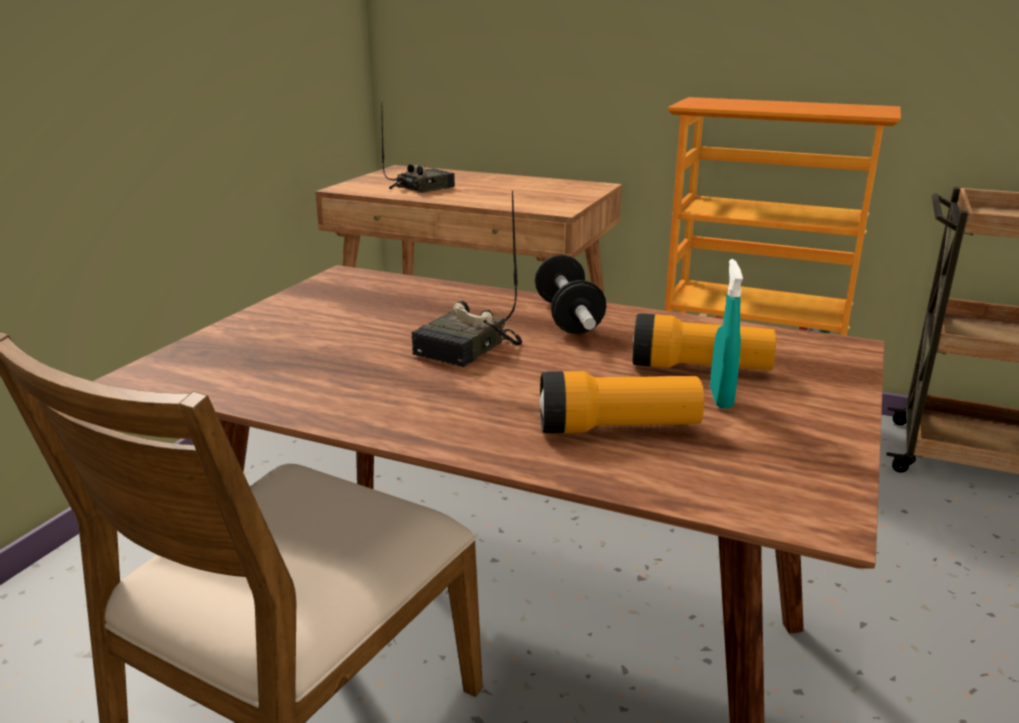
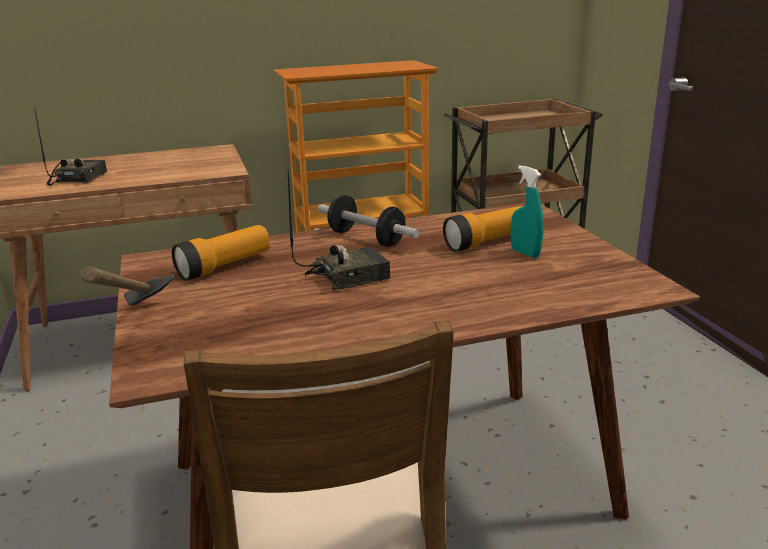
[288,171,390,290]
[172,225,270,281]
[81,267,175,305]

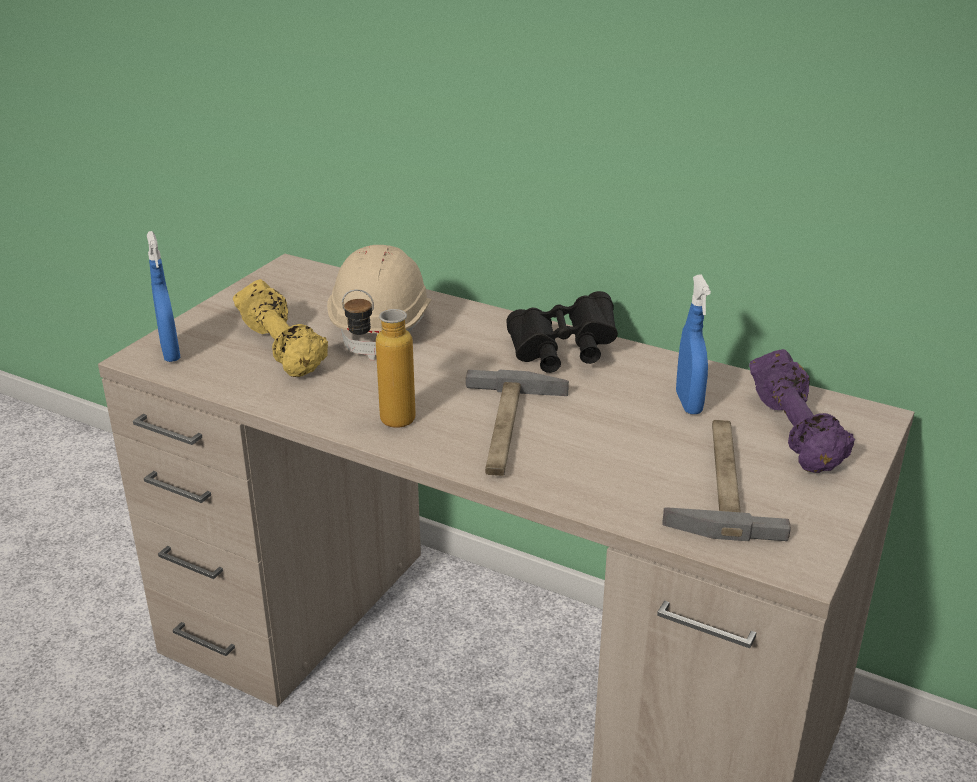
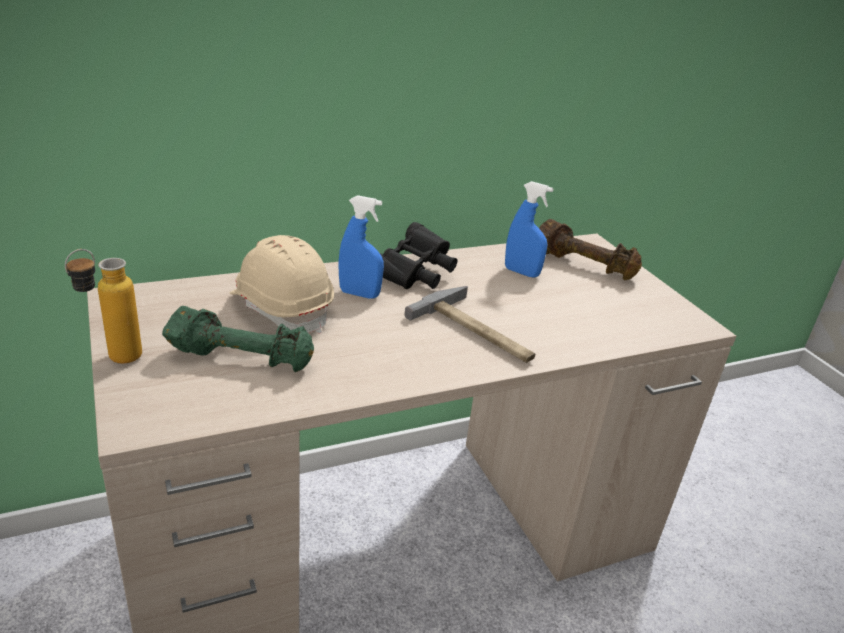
[339,195,384,298]
[162,306,314,372]
[65,249,142,364]
[539,219,642,280]
[662,420,790,541] (first image)

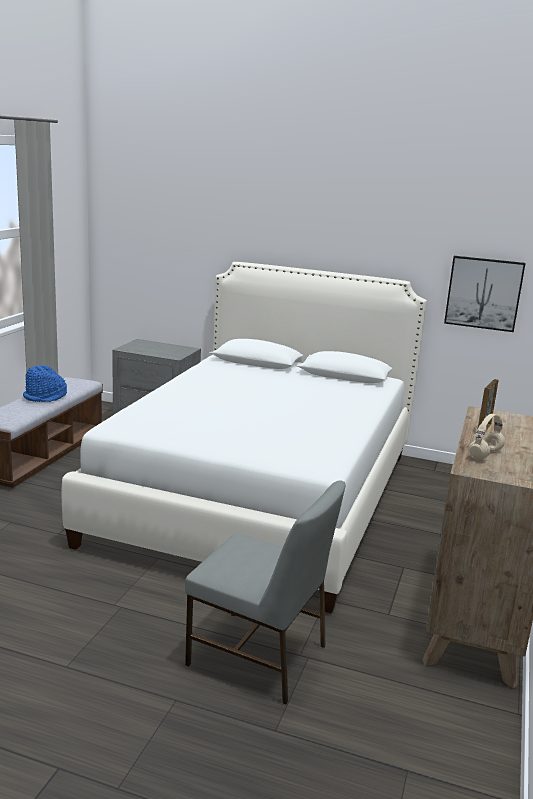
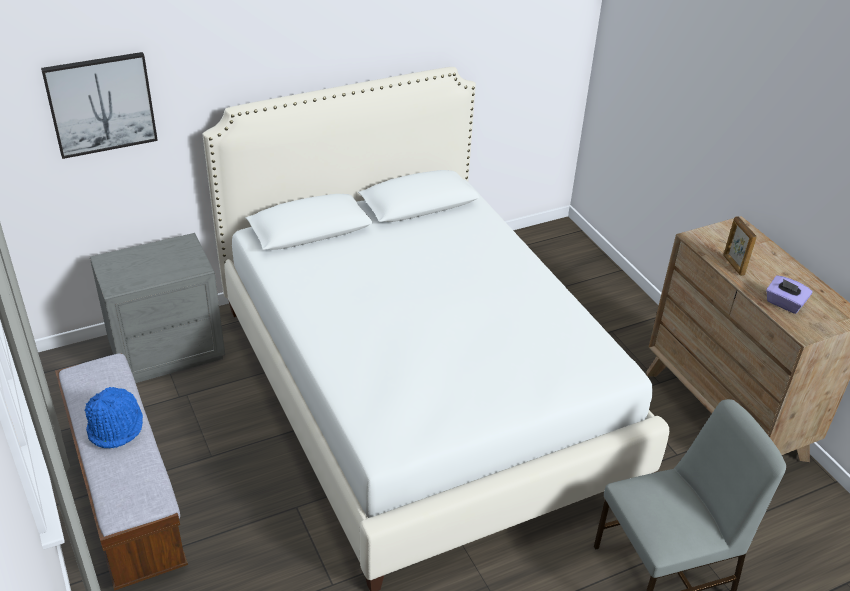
[41,52,158,159]
[766,275,813,314]

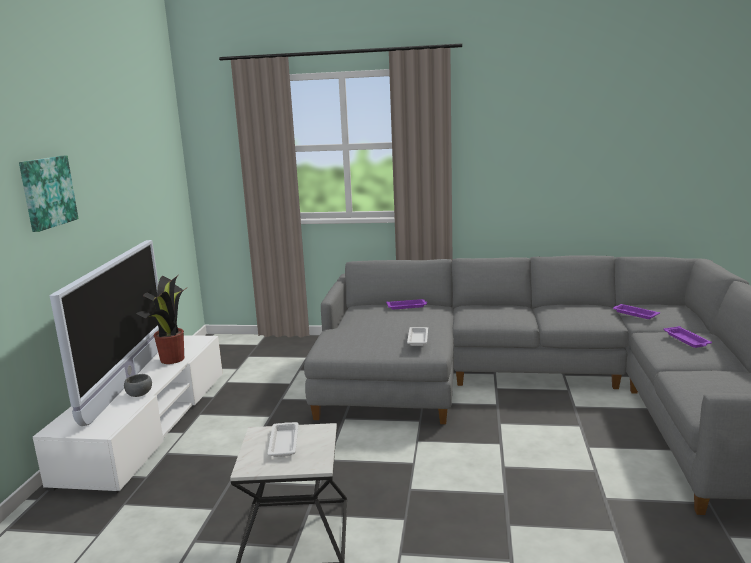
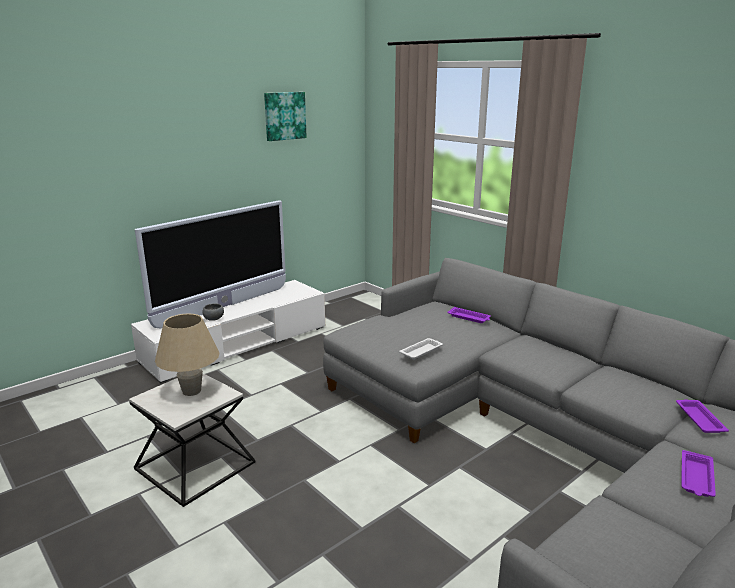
[264,92,307,141]
[136,275,188,364] (first image)
[155,313,220,396]

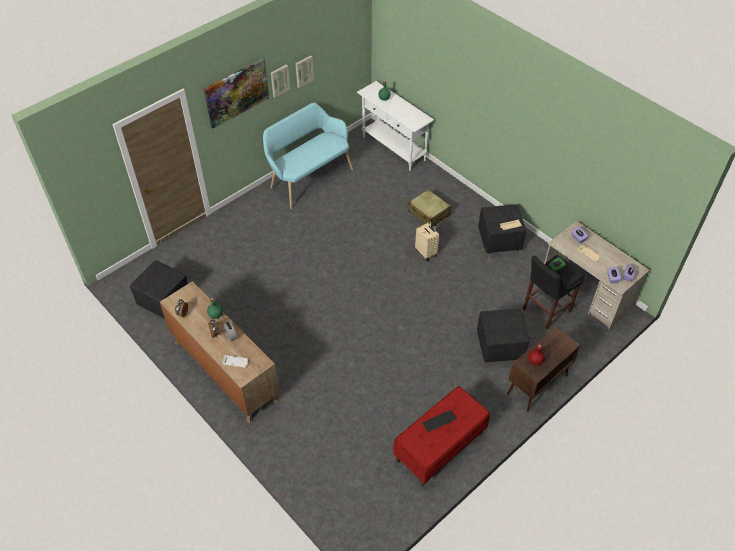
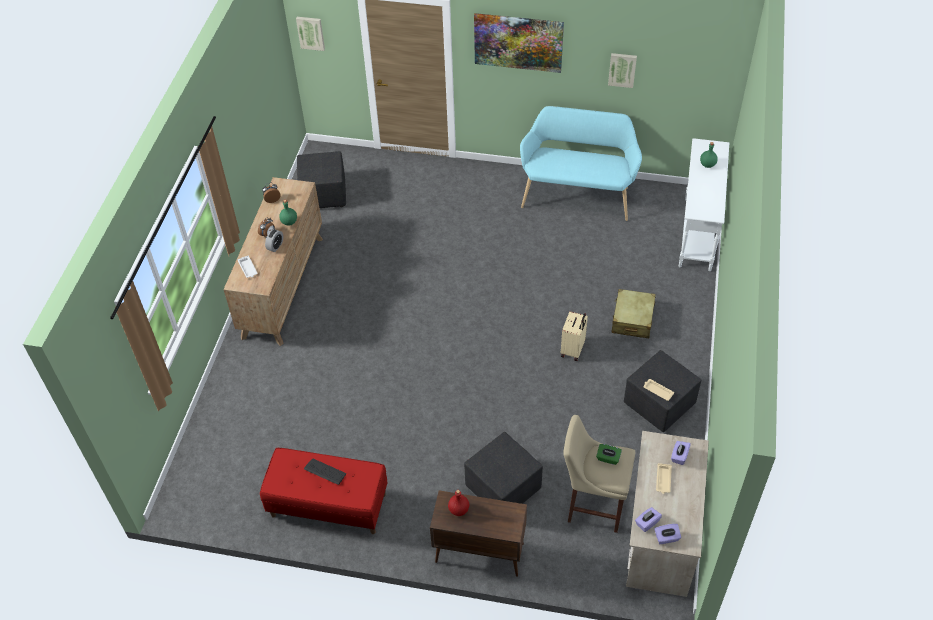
[296,17,325,51]
[563,415,635,533]

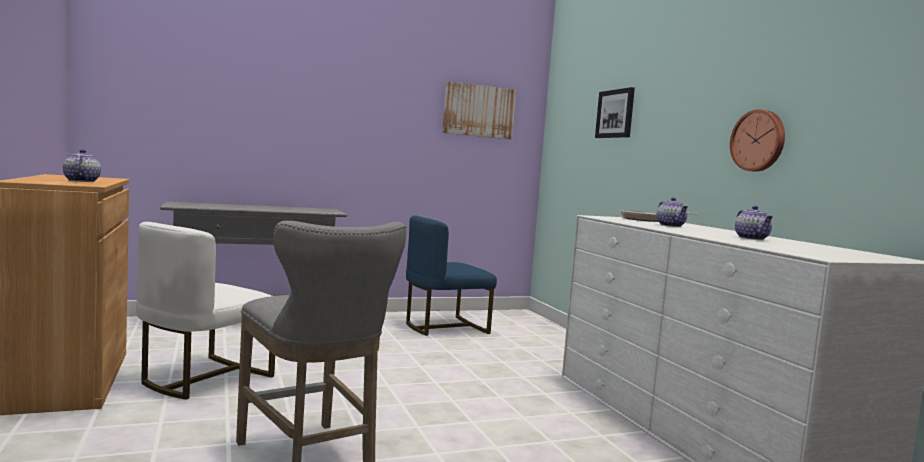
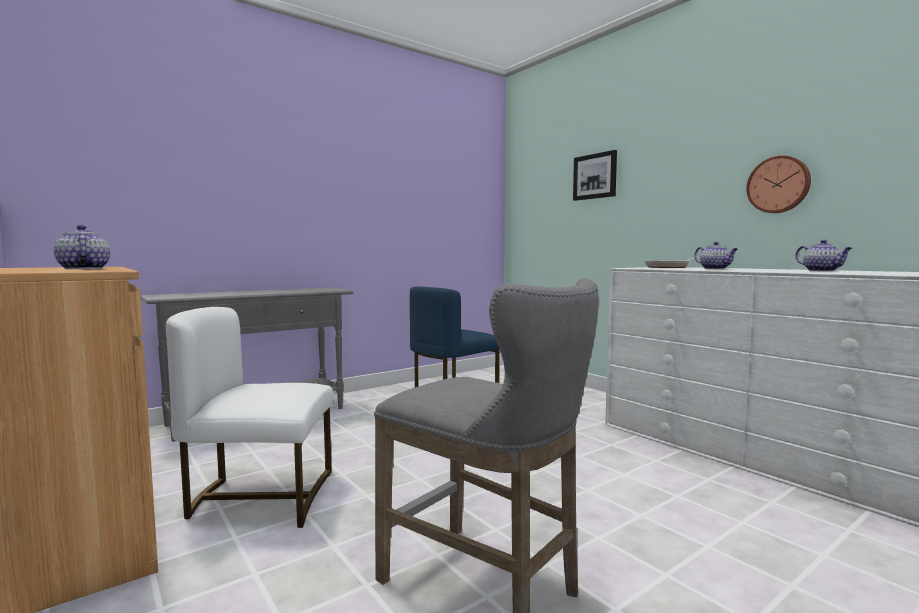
[442,81,516,139] (first image)
[166,307,333,528]

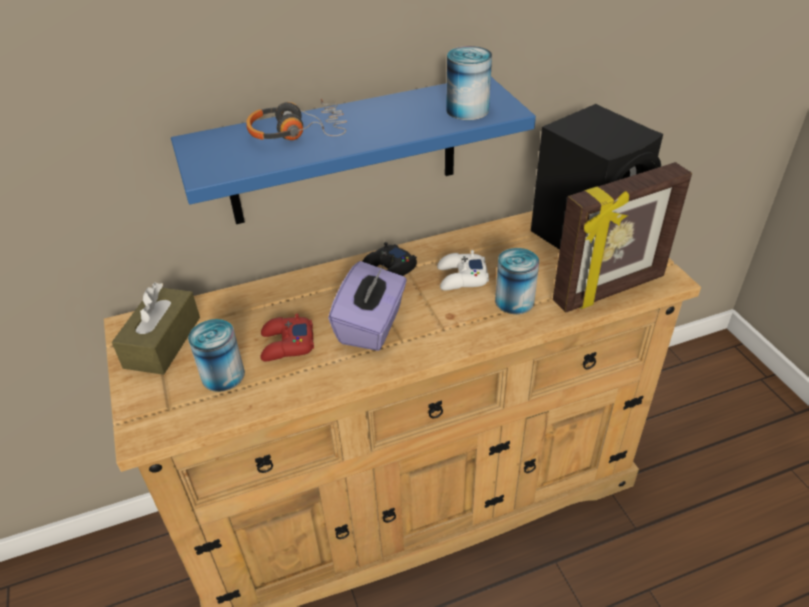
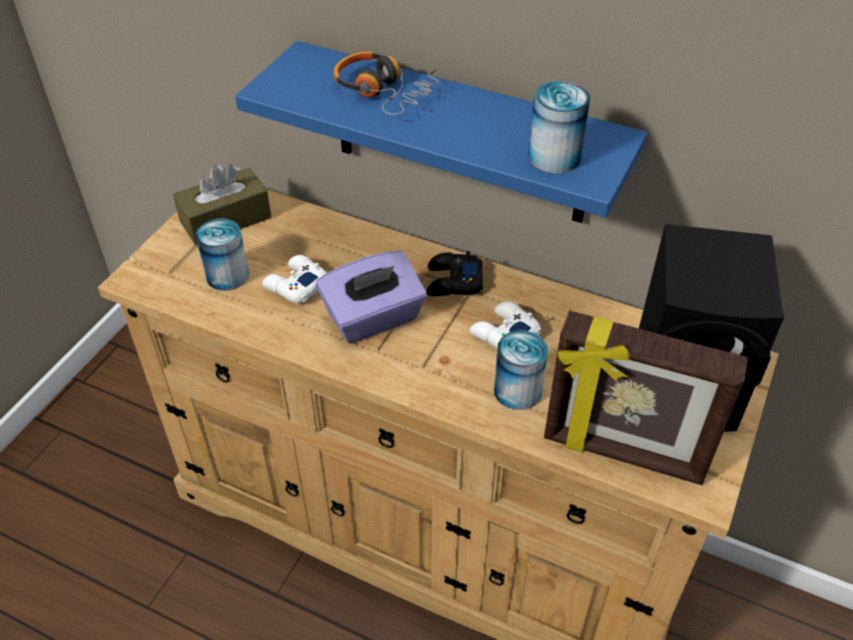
[262,255,327,304]

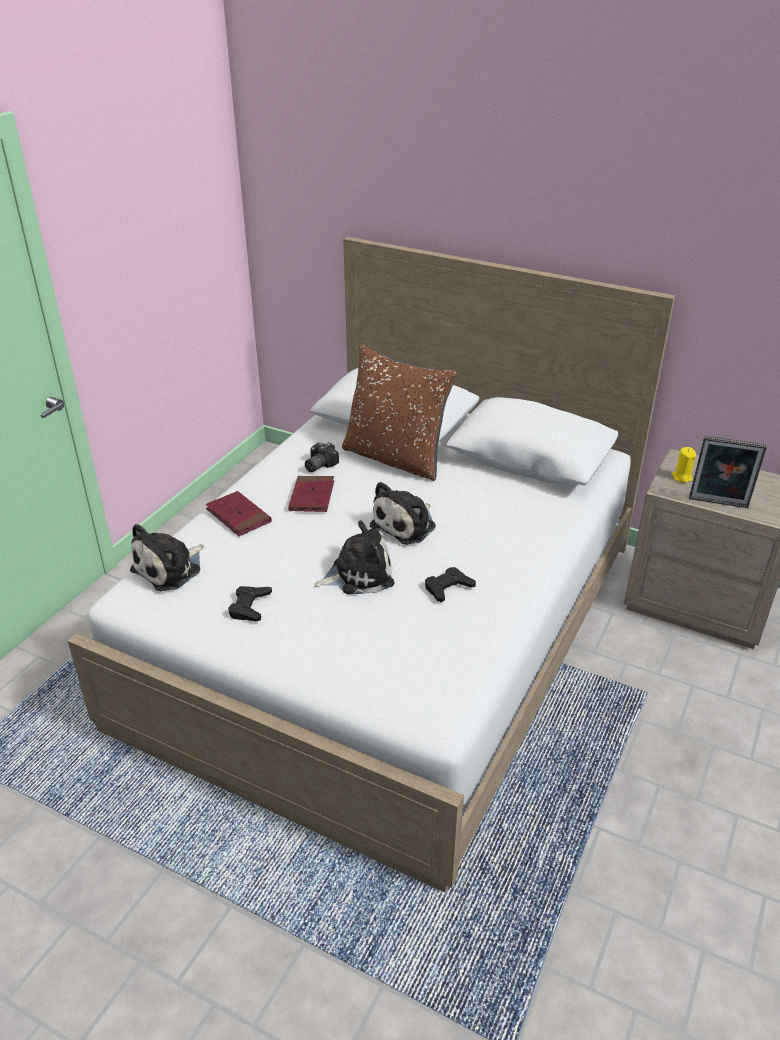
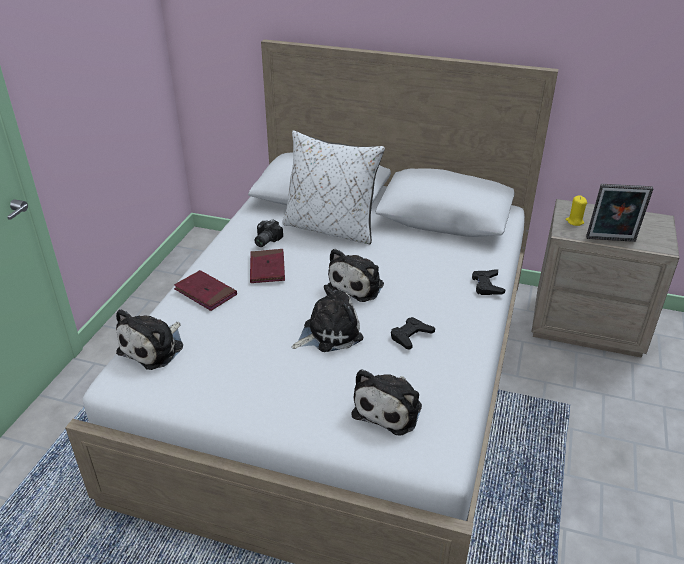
[282,130,385,244]
[472,269,505,295]
[351,369,422,436]

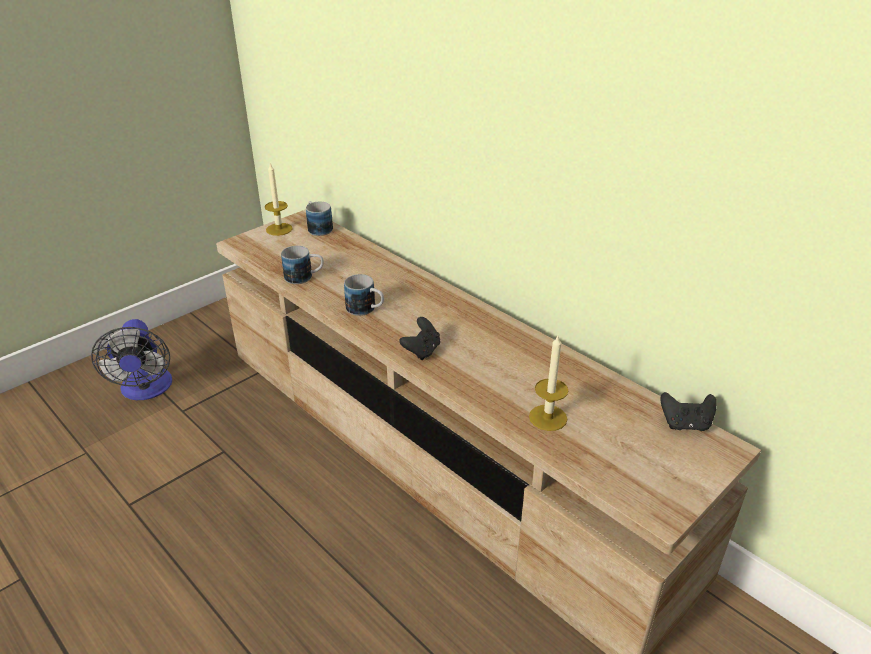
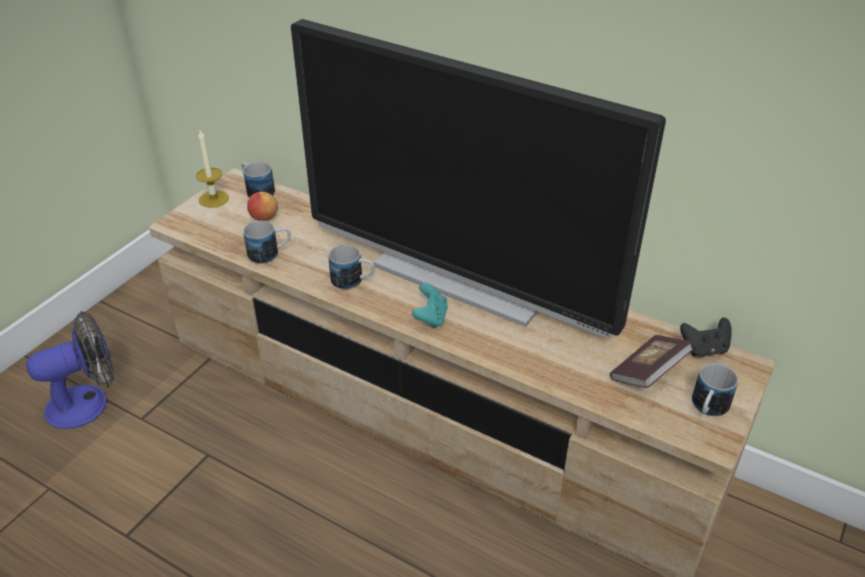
[412,283,448,328]
[26,311,114,429]
[529,336,568,431] (first image)
[291,19,666,339]
[247,192,278,221]
[610,335,693,388]
[692,363,738,416]

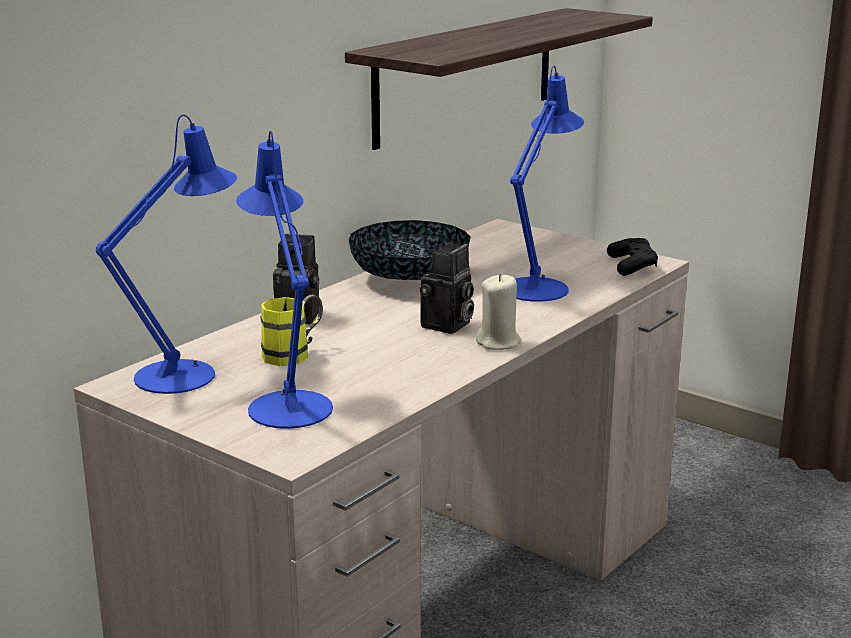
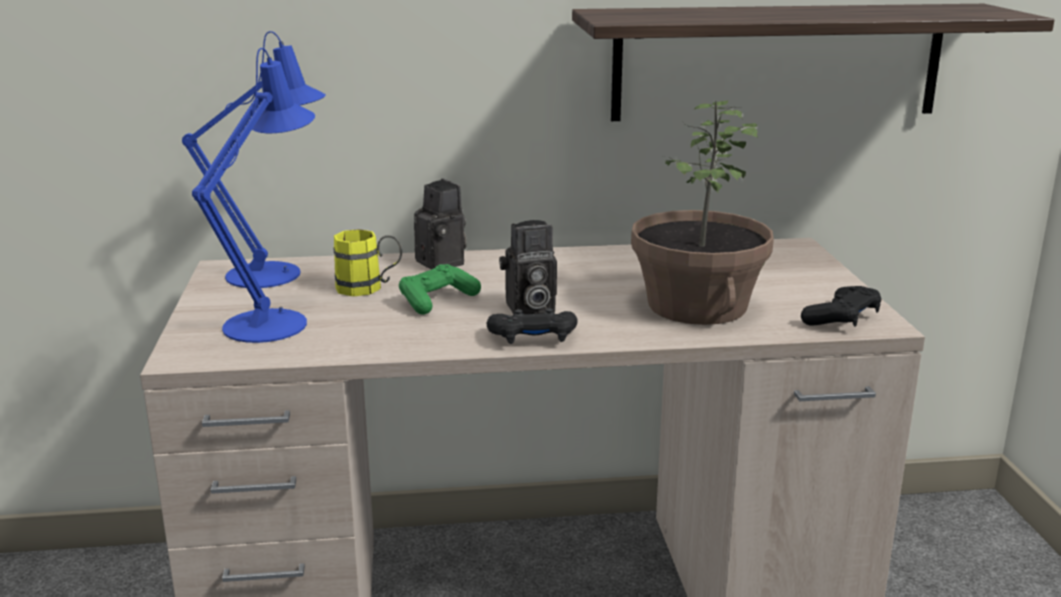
[631,100,774,325]
[349,220,471,280] (first image)
[487,308,578,344]
[399,264,481,315]

